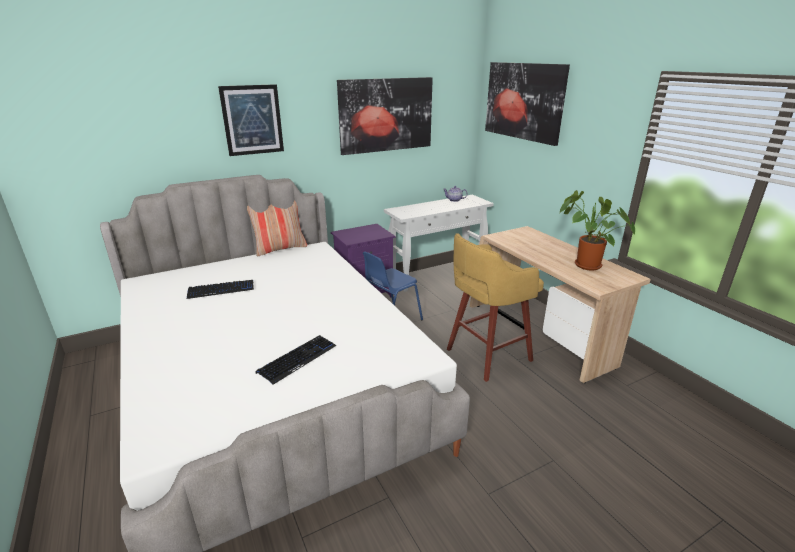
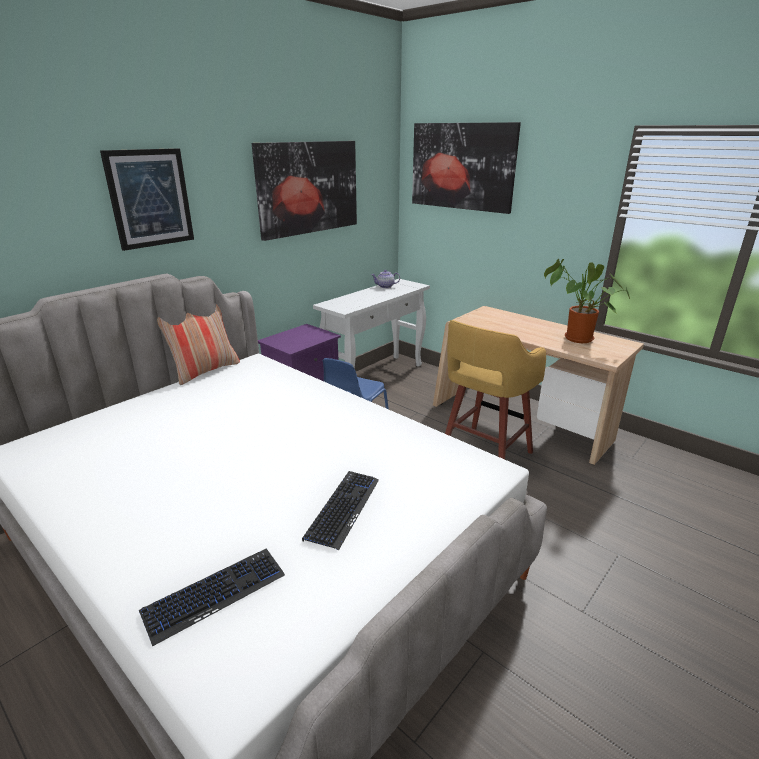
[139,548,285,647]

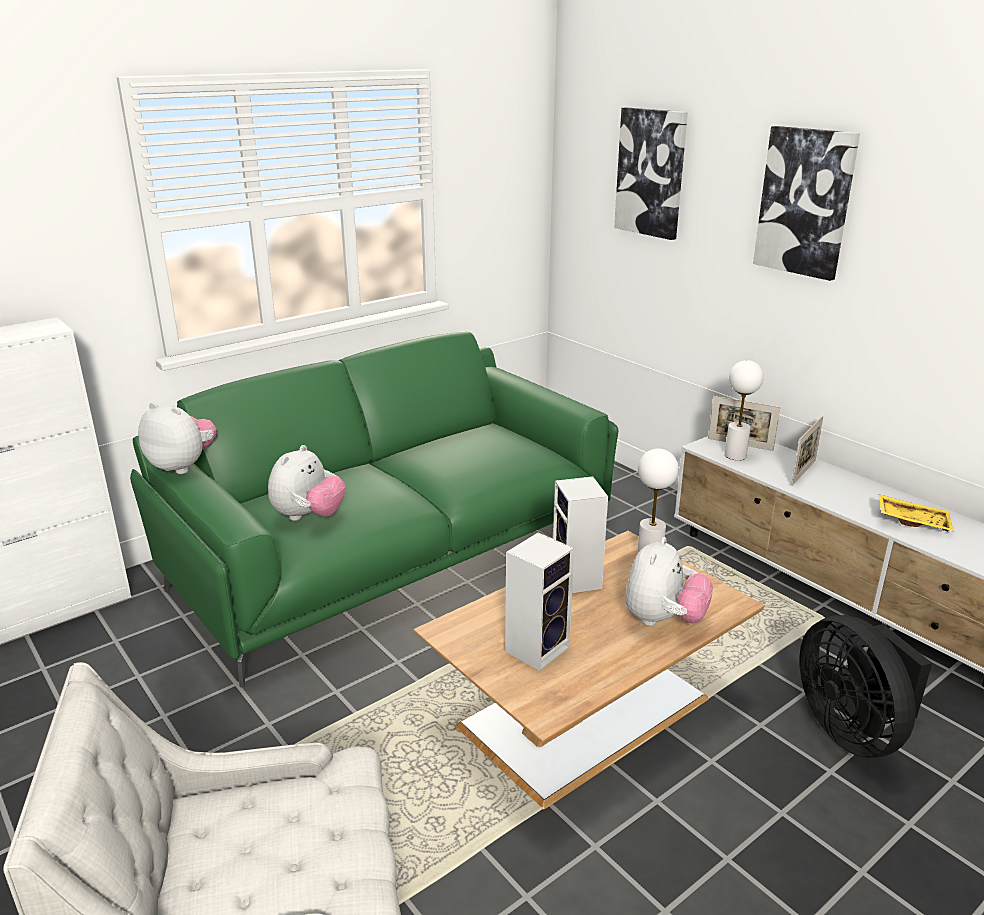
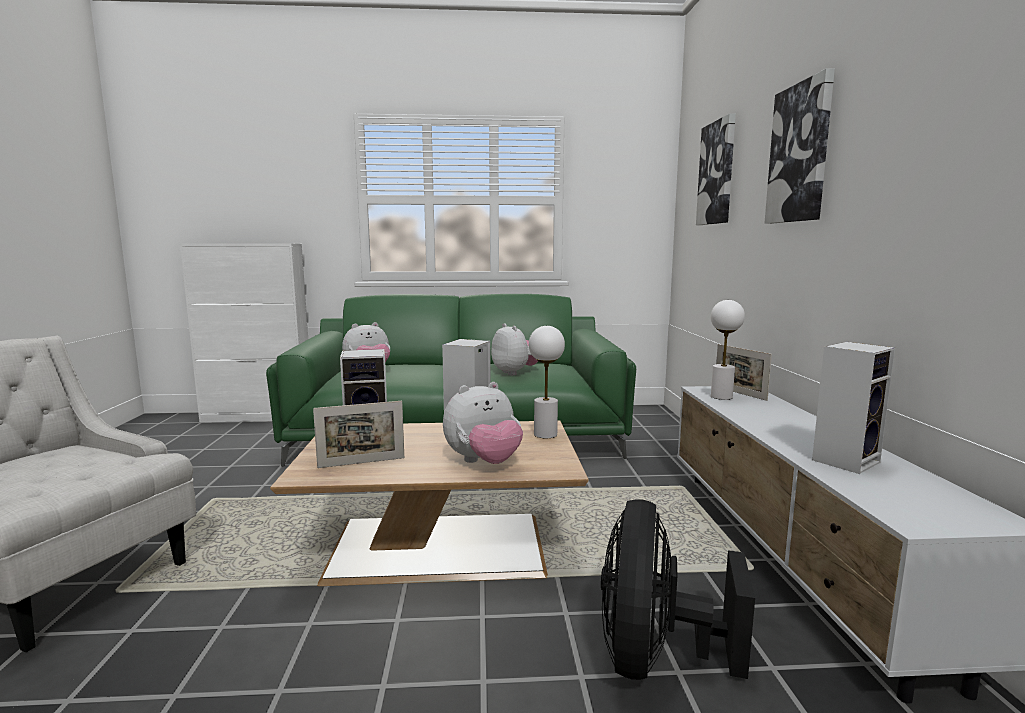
[491,323,538,375]
[313,401,404,468]
[812,342,895,474]

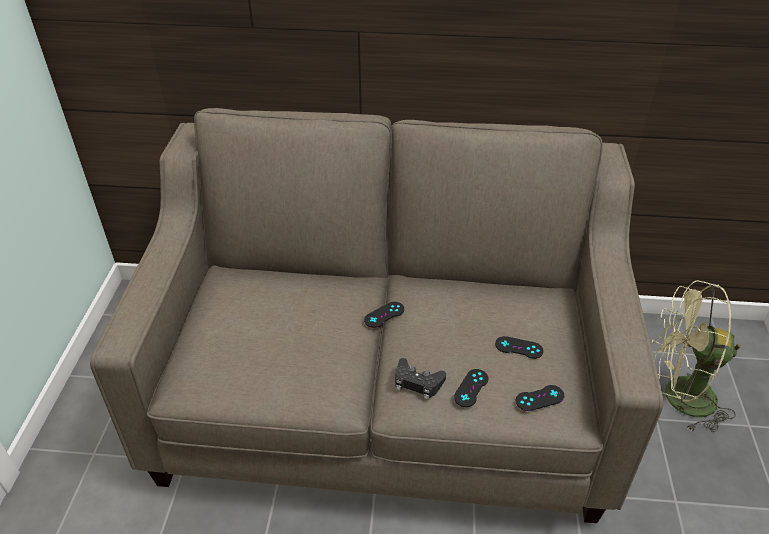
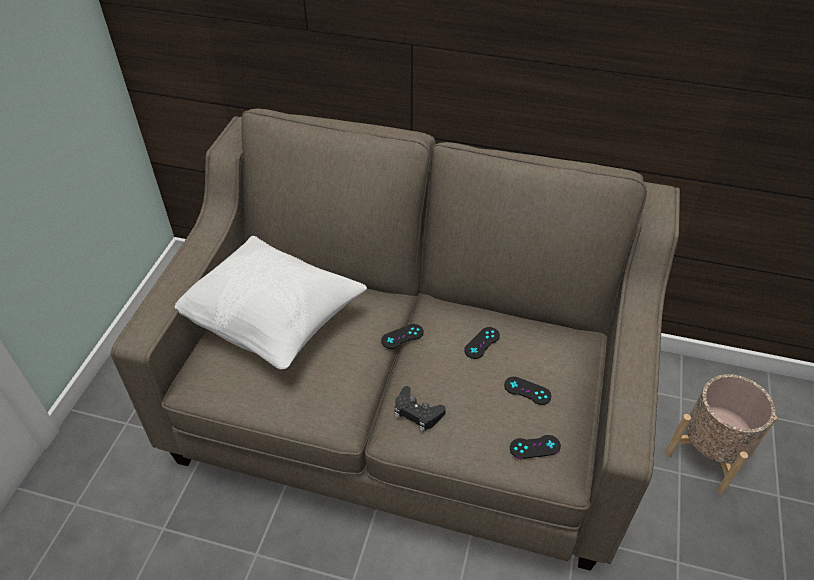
[665,374,777,494]
[464,327,500,359]
[175,236,367,370]

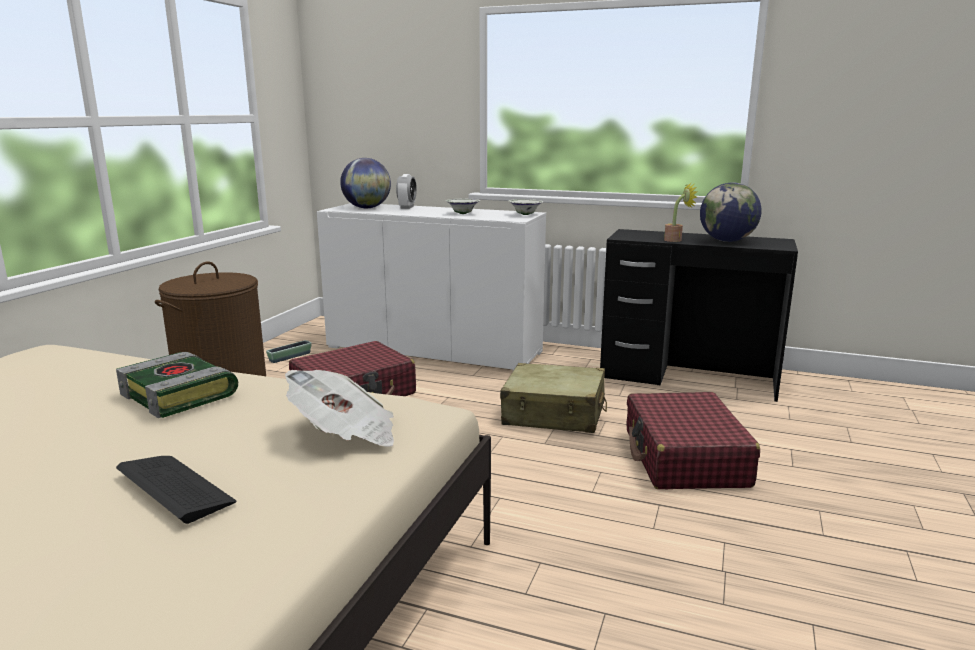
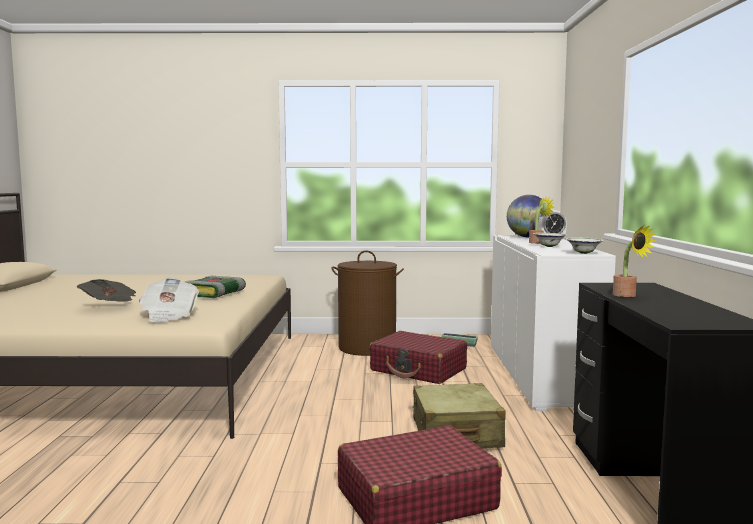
[700,183,762,242] (first image)
[77,279,136,302]
[529,196,554,244]

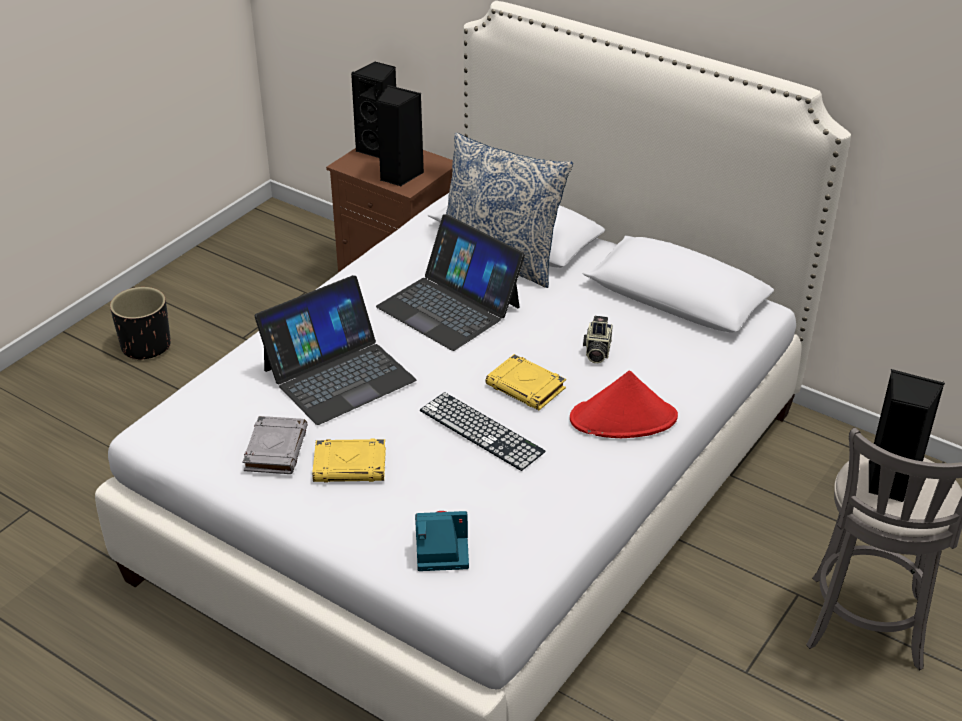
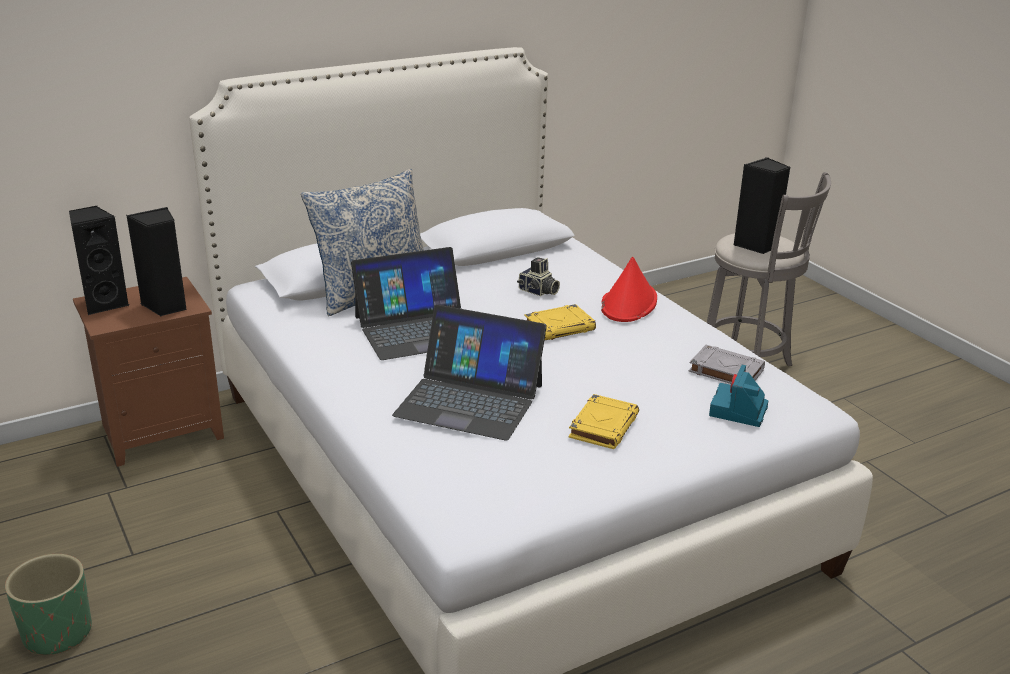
[392,305,547,441]
[5,554,92,655]
[420,392,546,471] (first image)
[689,345,765,384]

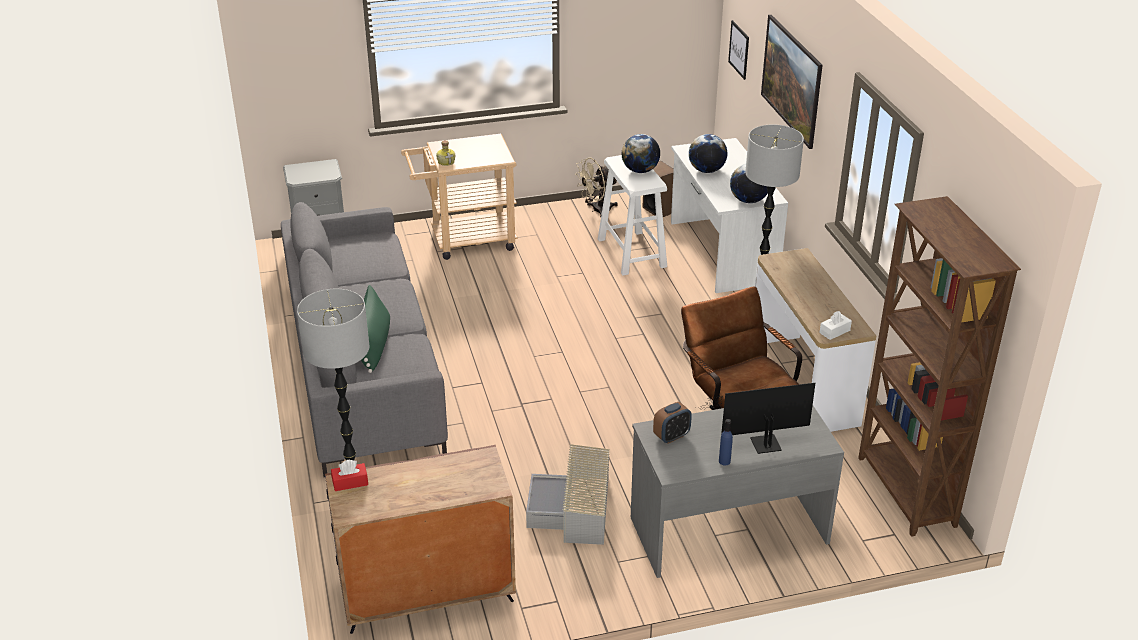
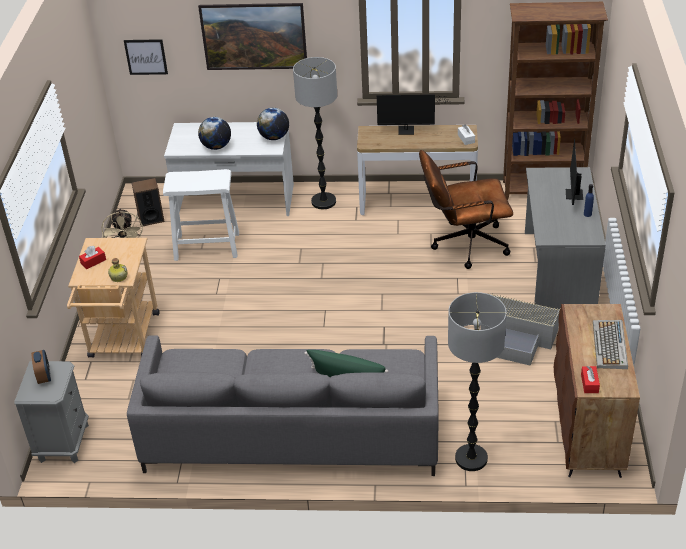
[622,134,660,173] (first image)
[31,350,51,384]
[377,94,446,135]
[79,246,106,269]
[593,320,628,369]

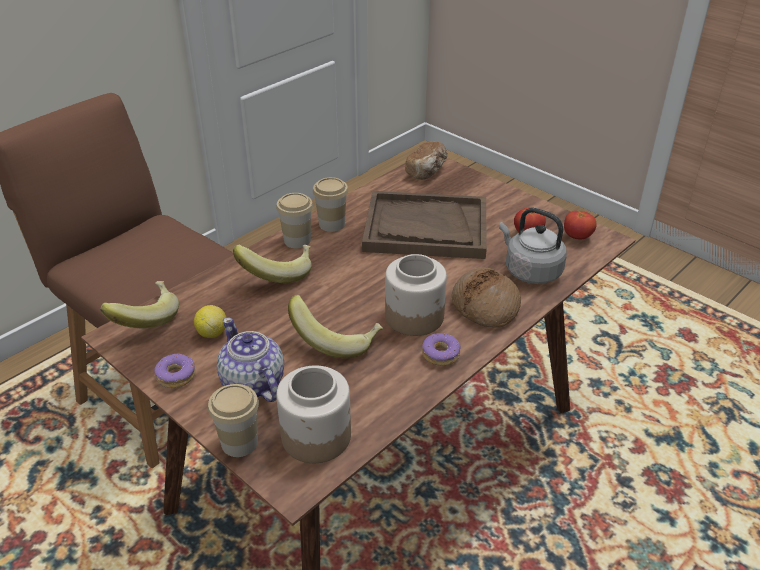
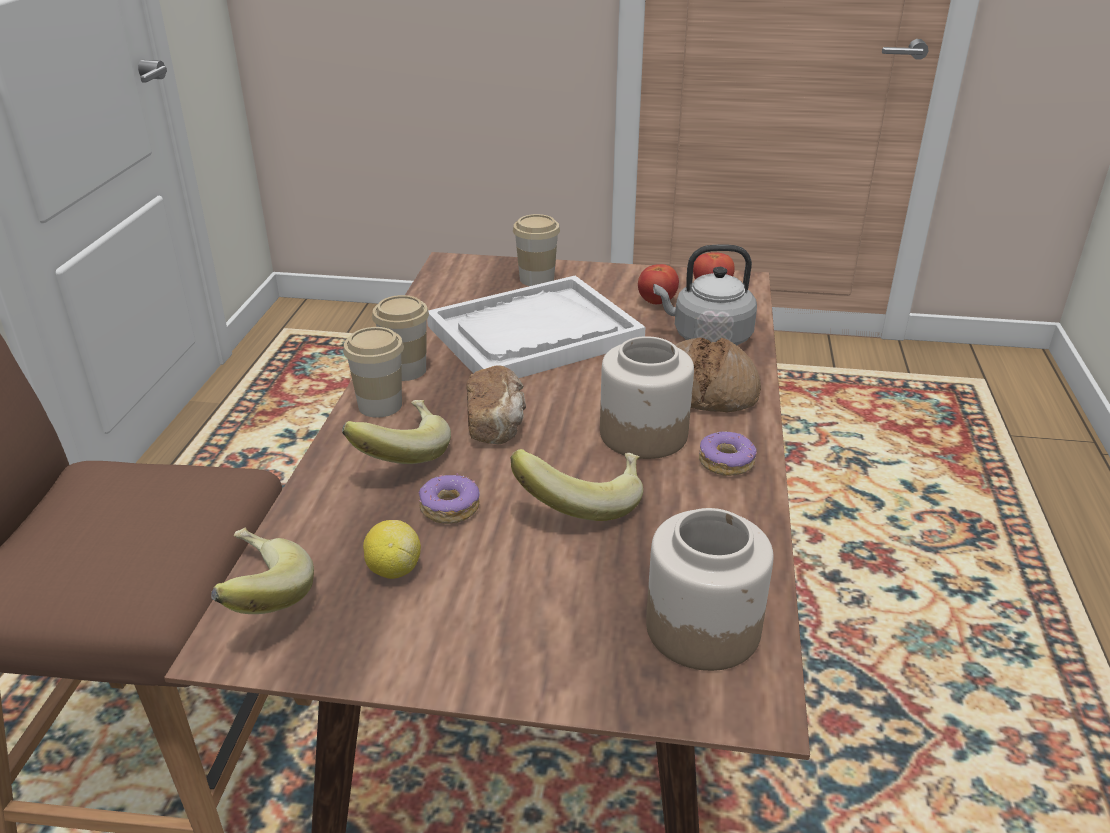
[466,365,526,444]
[427,276,646,378]
[217,317,284,402] (first image)
[418,473,480,524]
[513,214,560,286]

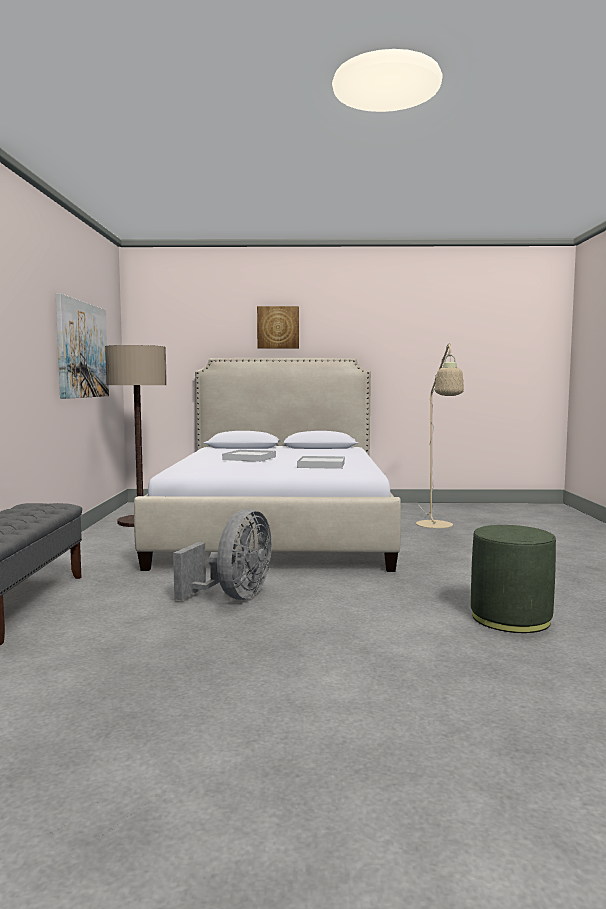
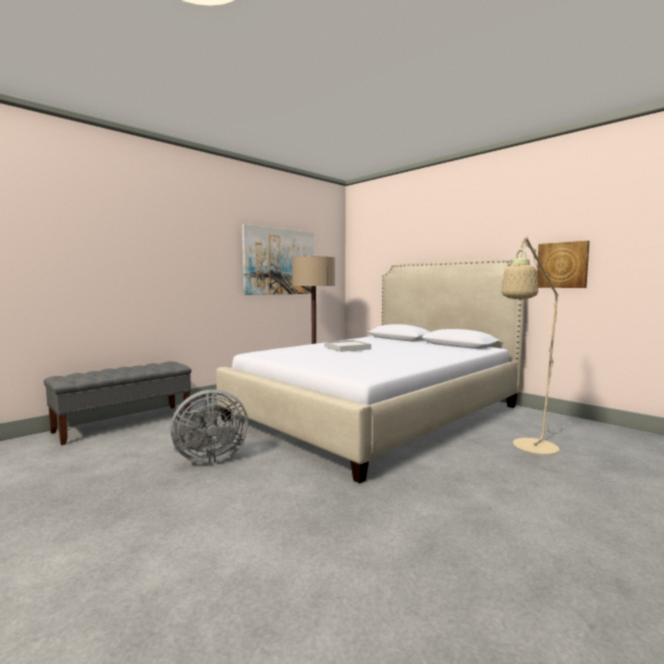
[537,241,589,288]
[297,456,345,469] (first image)
[471,525,556,633] (first image)

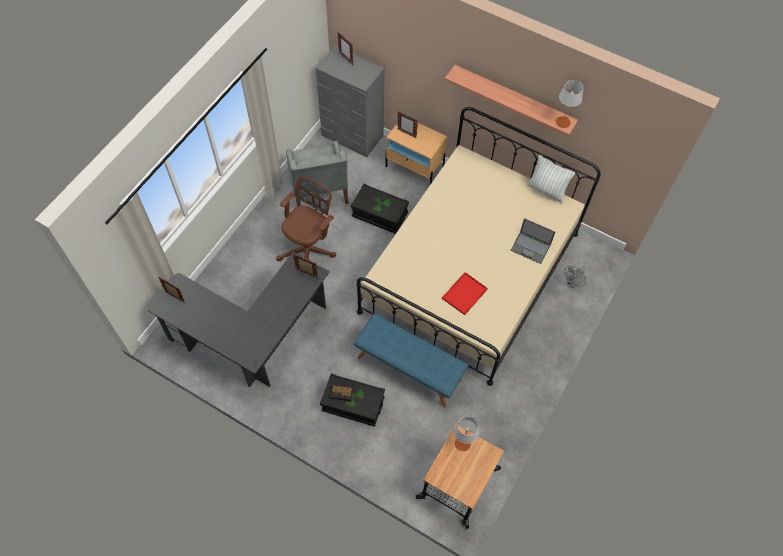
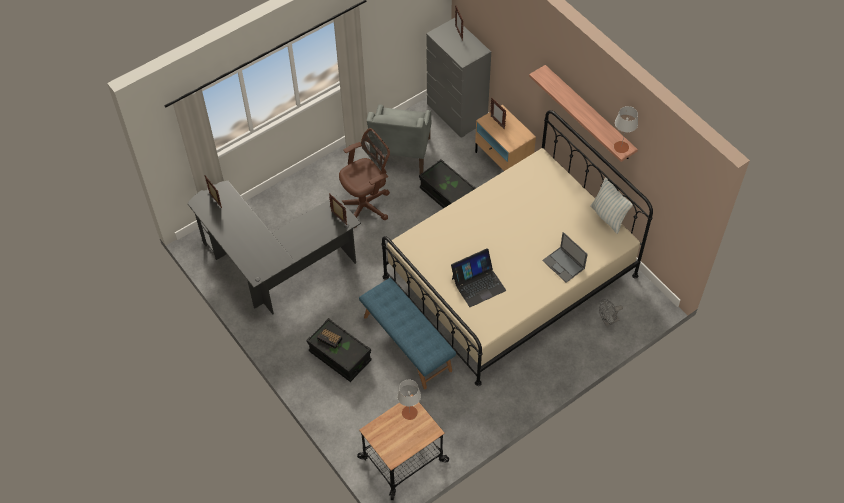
[451,248,506,307]

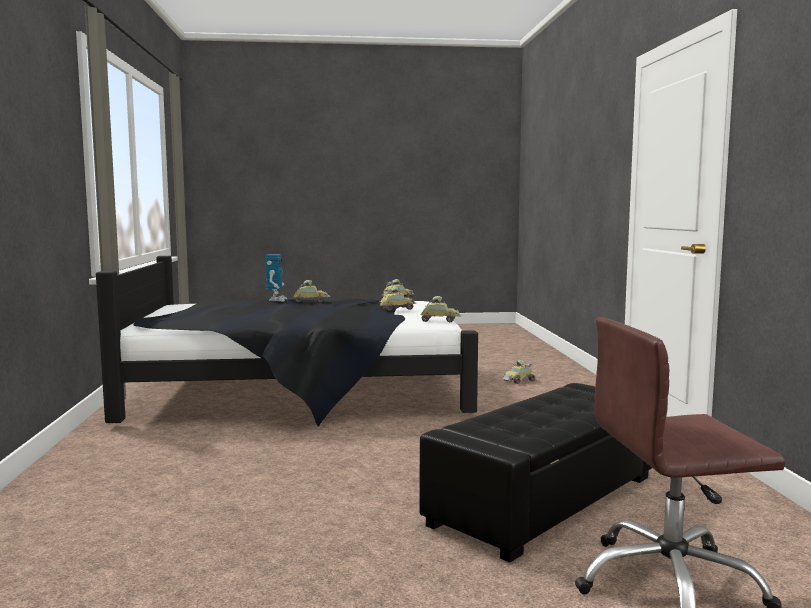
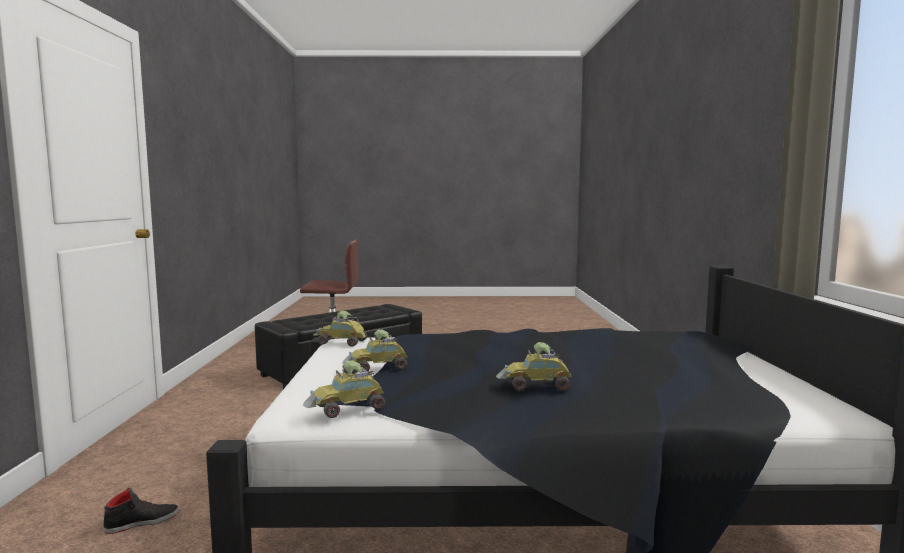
[265,254,287,301] (first image)
[103,488,179,534]

